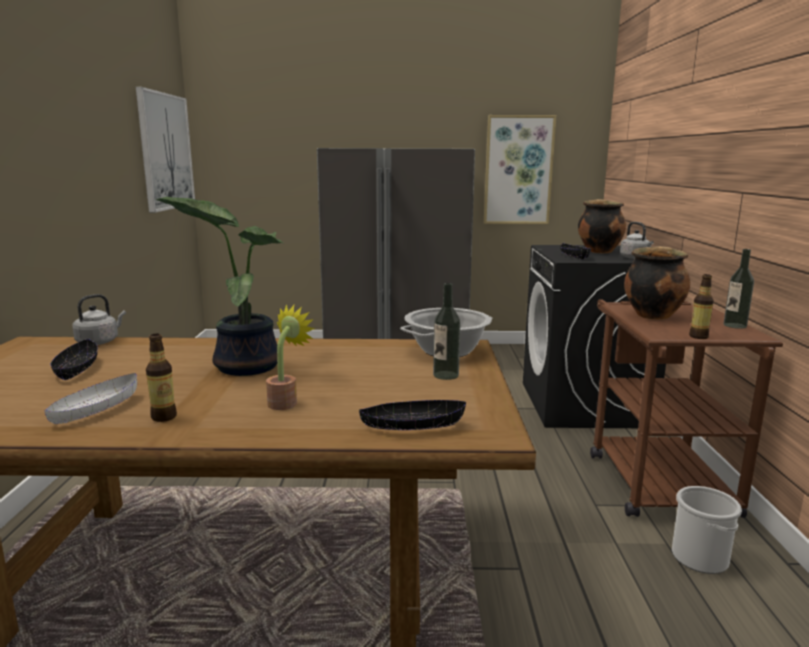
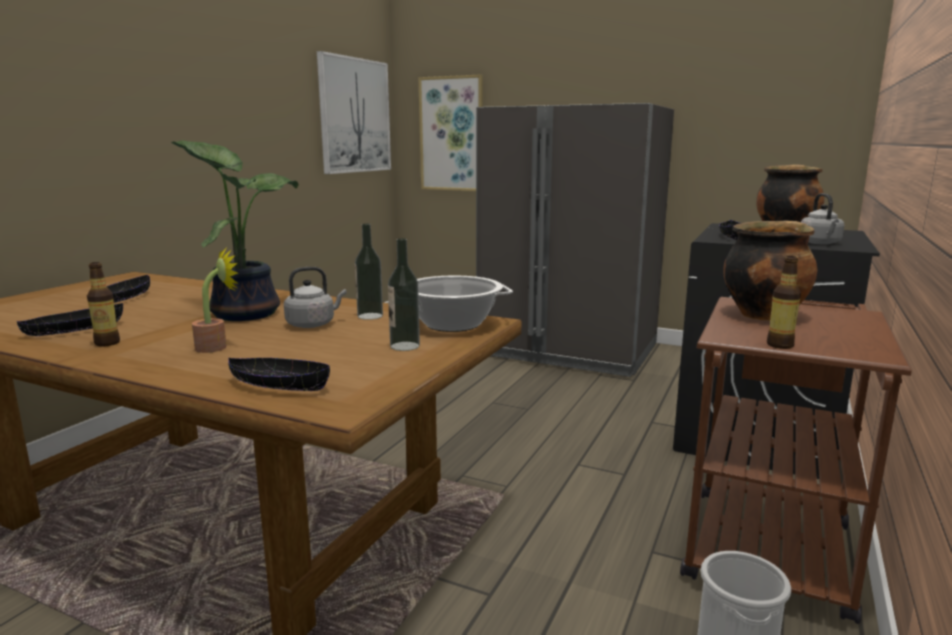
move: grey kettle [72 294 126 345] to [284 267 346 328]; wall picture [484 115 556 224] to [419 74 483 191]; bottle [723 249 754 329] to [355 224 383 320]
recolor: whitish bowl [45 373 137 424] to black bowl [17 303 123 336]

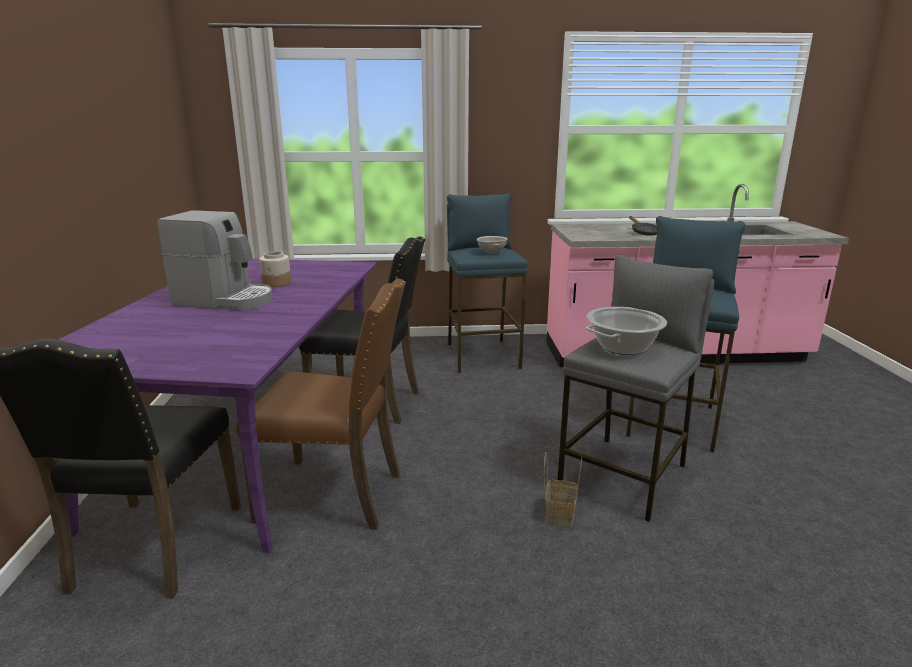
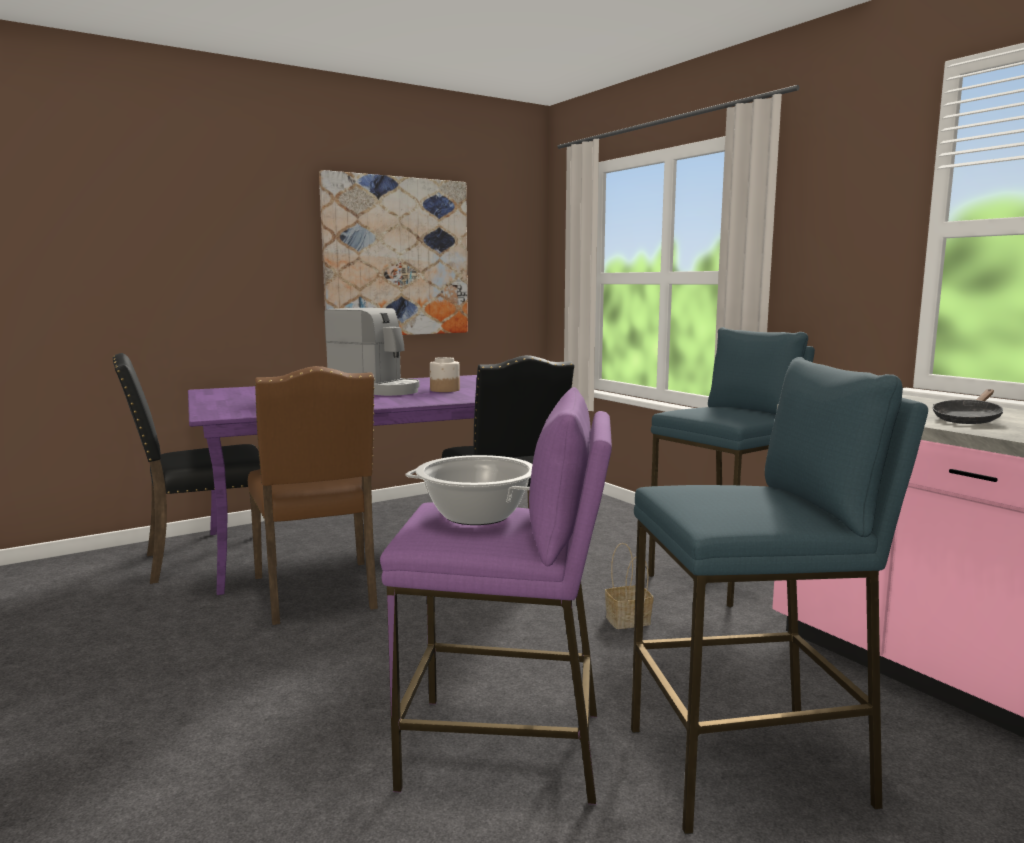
delete: grey bowl [477 236 508 254]
insert: wall picture [319 170 468 335]
move: household basket [544 452 582 527] to [605 543 653 629]
recolor: grey stool [558 255 714 522] to purple-coloured stool [380 387 612 805]
rotate: coffee machine [156 210 272 311] = [325 308 420 396] 45 degrees counterclockwise

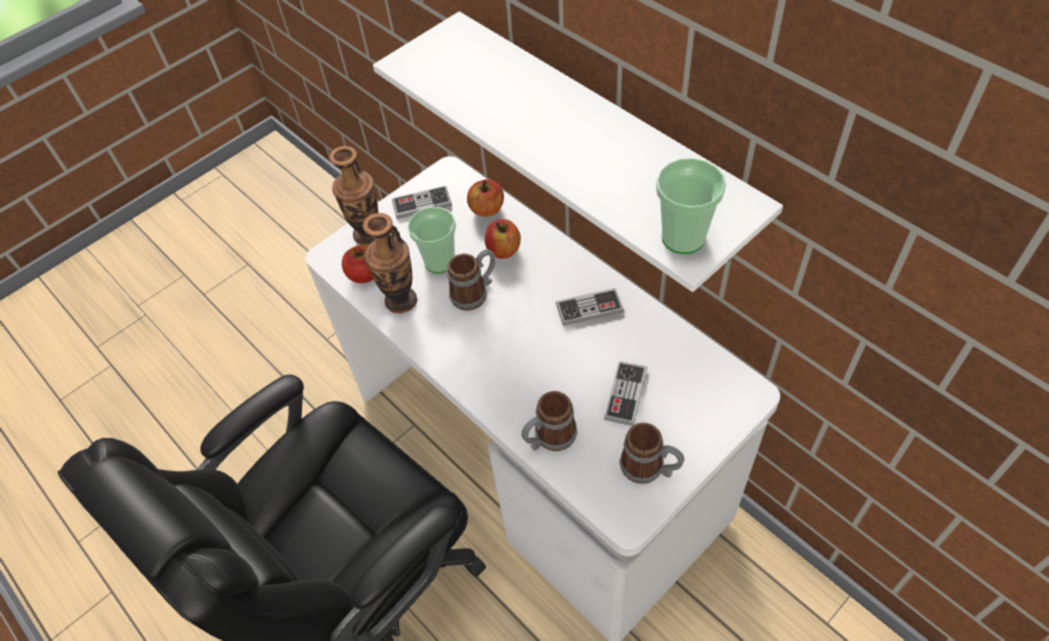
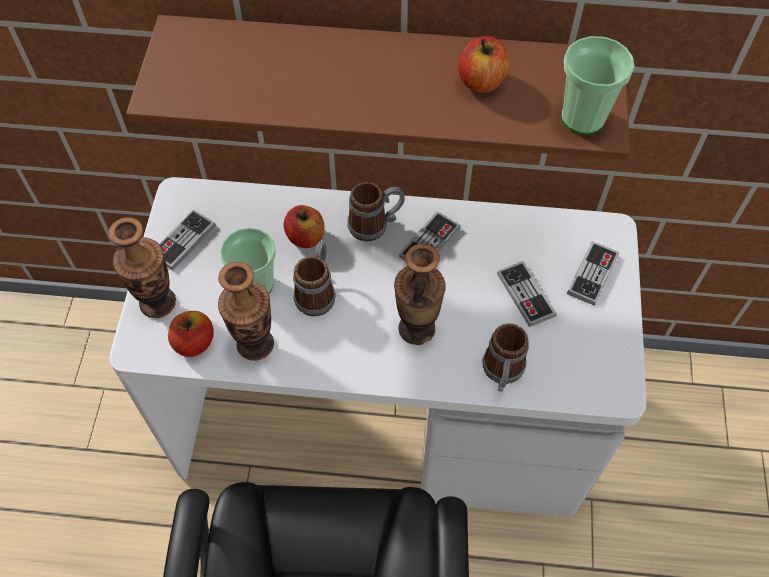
insert: flower vase [394 244 446 345]; game controller [567 241 619 305]
move: whole apple [467 179 504 217] to [459 36 509 93]; mug [619 423 684 484] to [348 182 405 241]
recolor: whitish wall shelf [373 11 783 292] to brownish wall shelf [126 15 630 160]

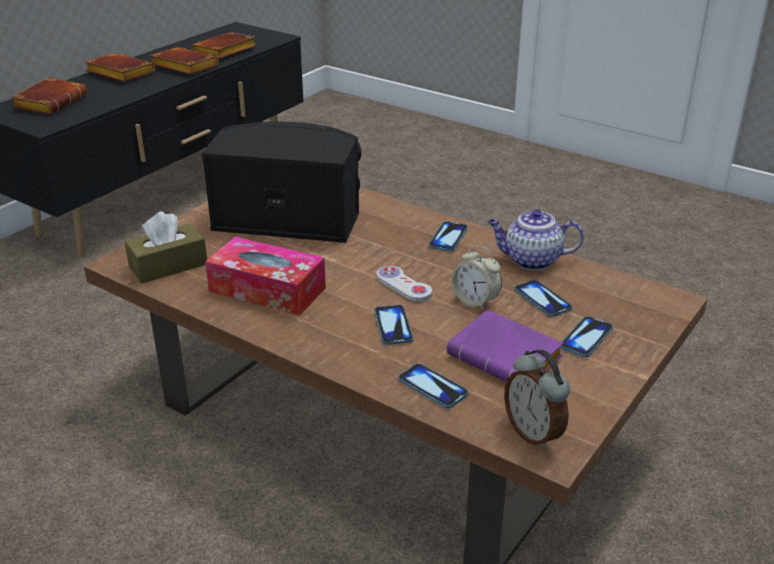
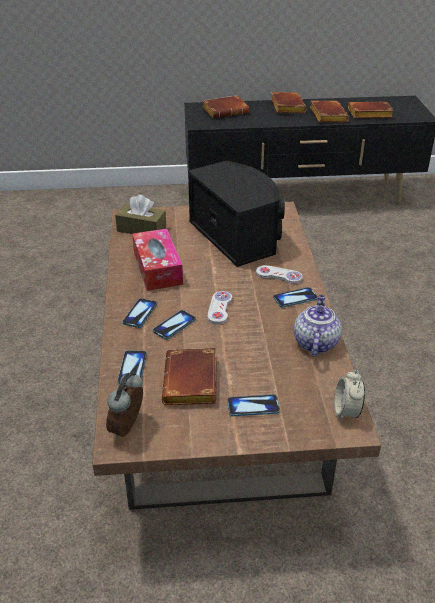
insert: whitish game controller [256 265 303 284]
move: table clock [451 246 502 311] to [334 370 365 421]; telephone [514 280 572 317] to [122 298 157 328]
recolor: purple-coloured volume [447 310 564 382] to brownish volume [162 348 217 405]
rotate: teapot [488 209 584 270] = [294 295 342 356] 45 degrees clockwise

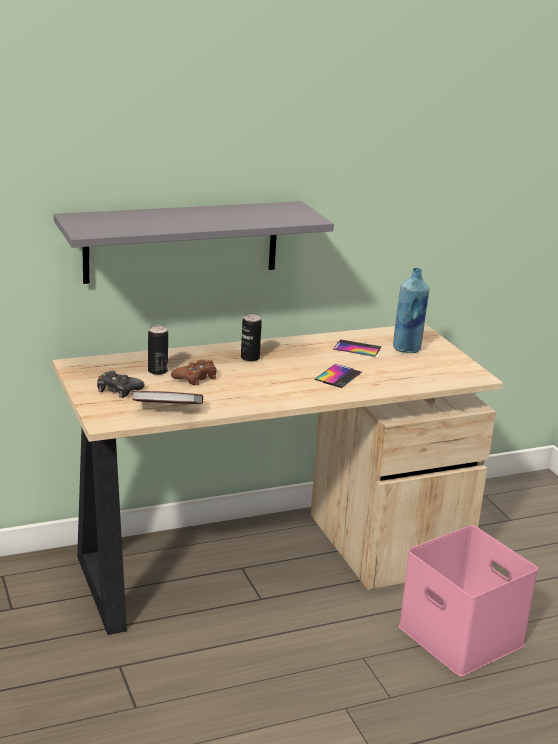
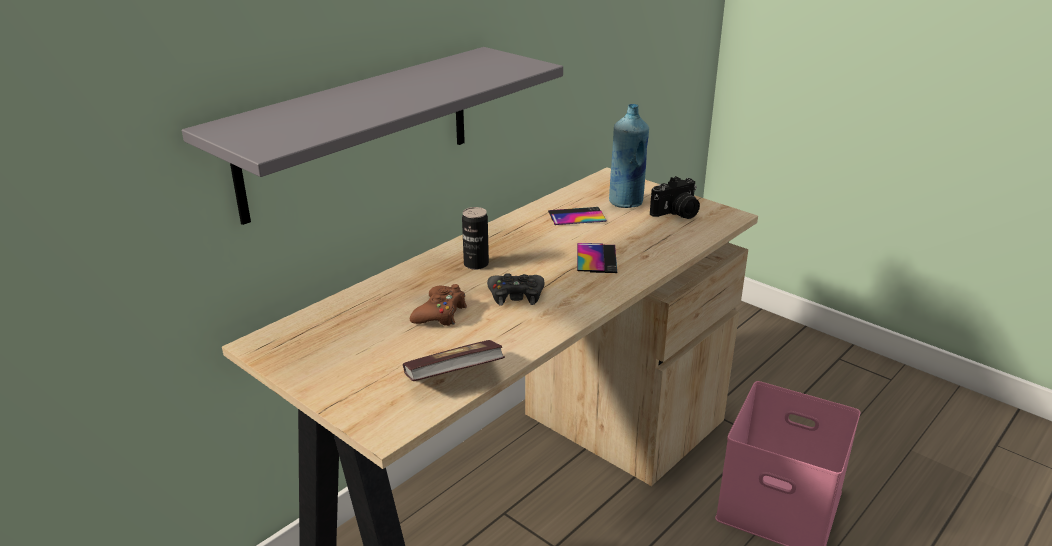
delete: can [148 326 168 375]
insert: photo camera [650 176 700 219]
move: black game controller [97 371 145 398] to [487 273 544 306]

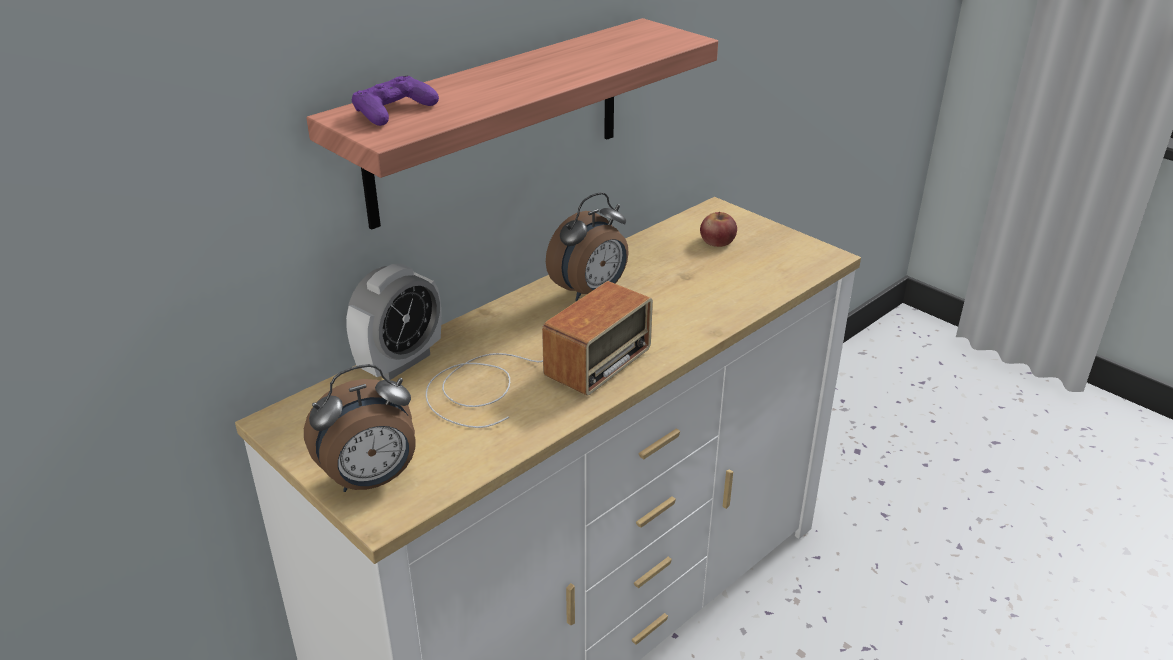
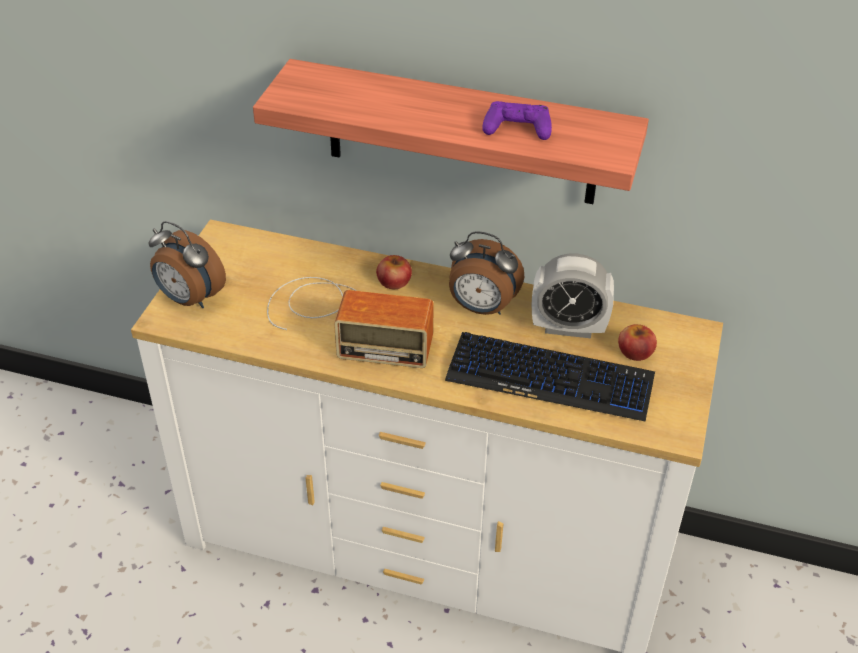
insert: whole apple [376 255 412 289]; computer keyboard [445 332 655 422]
move: table clock [346 264 441 380] to [532 254 614 338]; purple-coloured game controller [352 75 439 126] to [482 101 552 140]

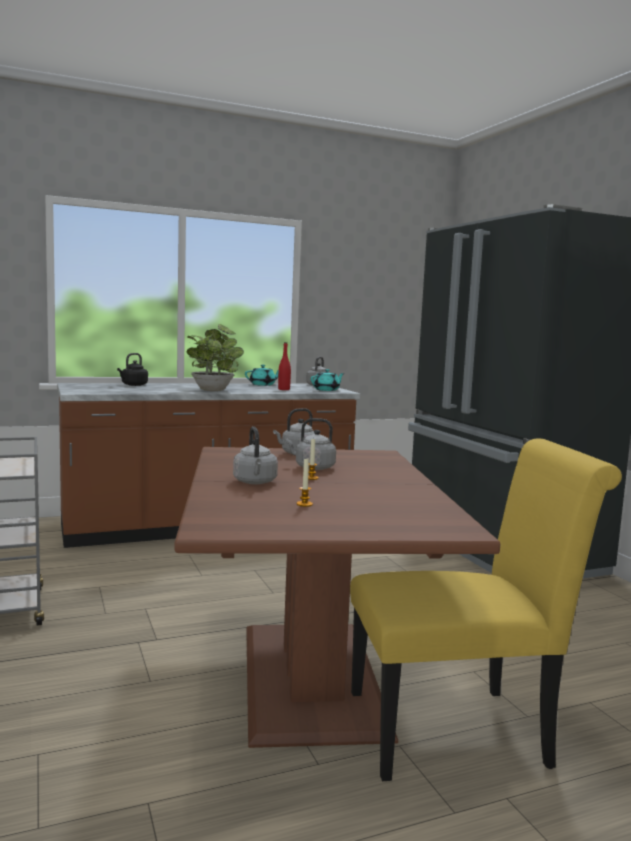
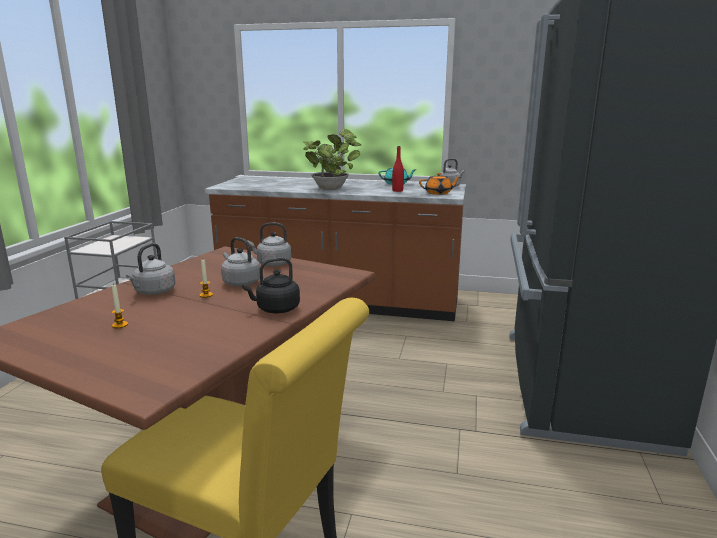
move: black kettle [117 353 148 386] to [242 257 300 313]
recolor: turquoise-coloured teapot [311 369 344 391] to orange teapot [419 173 460 195]

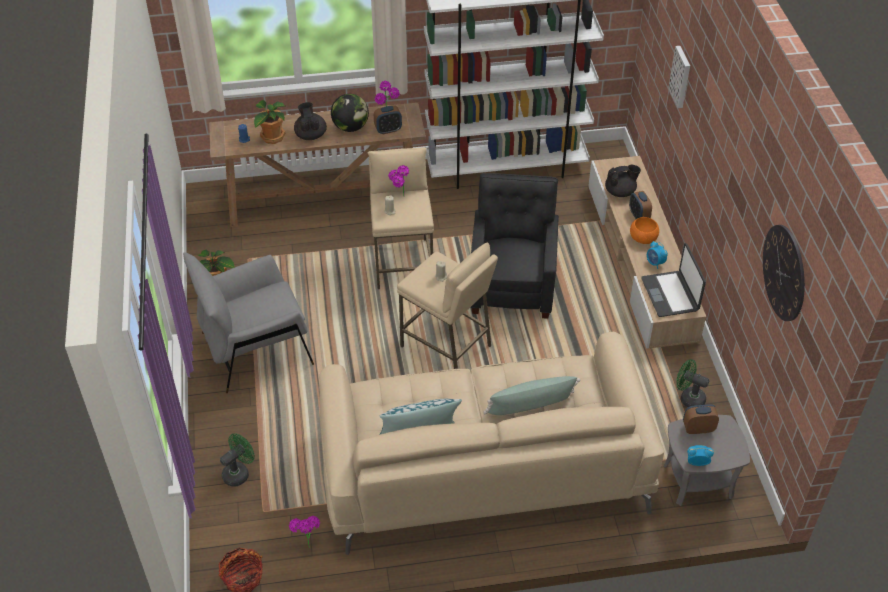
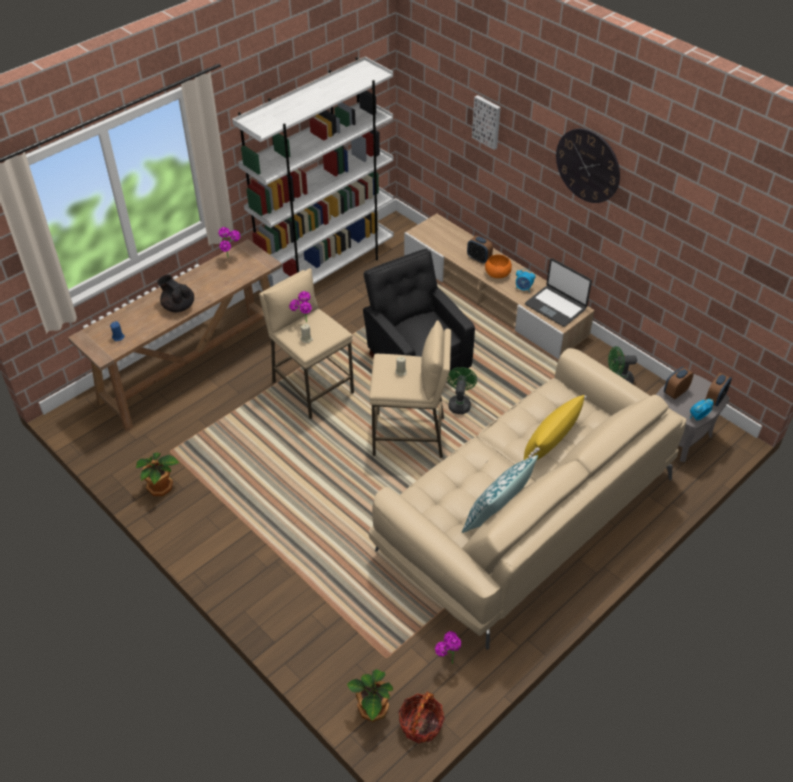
delete: grey armchair [183 252 314 393]; globe [331 94 369 132]; black teapot [605 165 641 197]
move: greenish electric fan [220 433 255 487] to [447 367 477 414]; potted plant [254 100 286 144] to [347 669 393 722]; table clock [374 105 402 134] to [705 373 732 406]; wall clock [763 225 805 321] to [556 128 620 203]
recolor: greenish pillow [484 376 581 415] to yellow pillow [524 395 587 460]

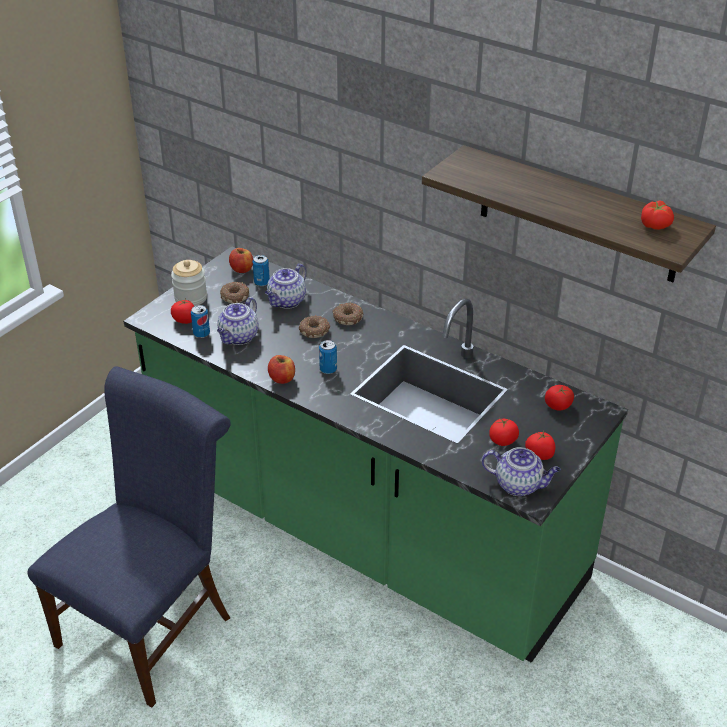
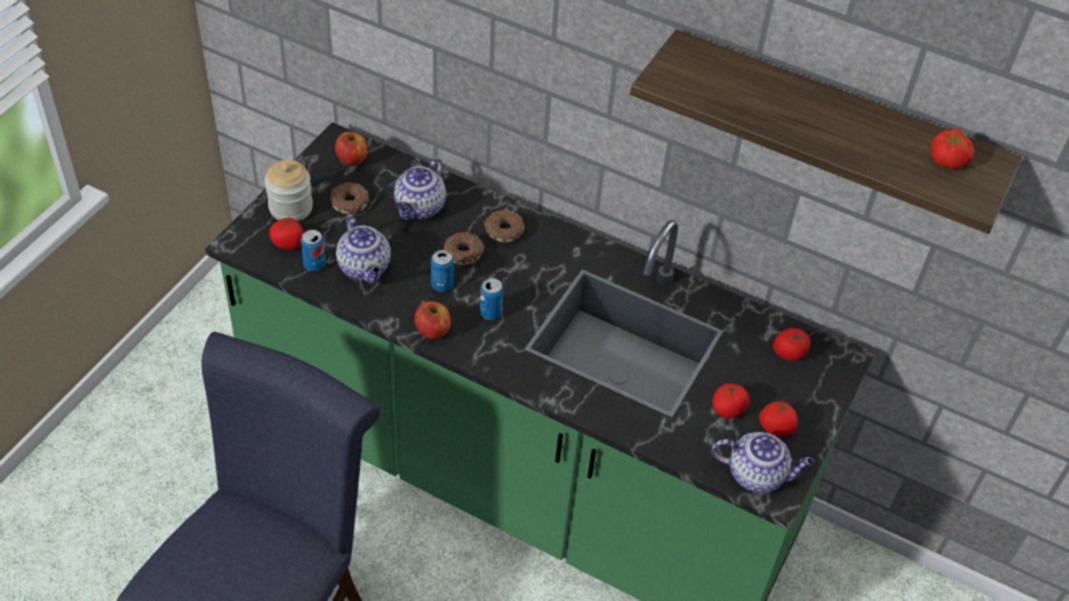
move: can [252 255 270 286] to [431 250 454 292]
rotate: teapot [217 297 259 345] = [336 214 391 283] 45 degrees counterclockwise

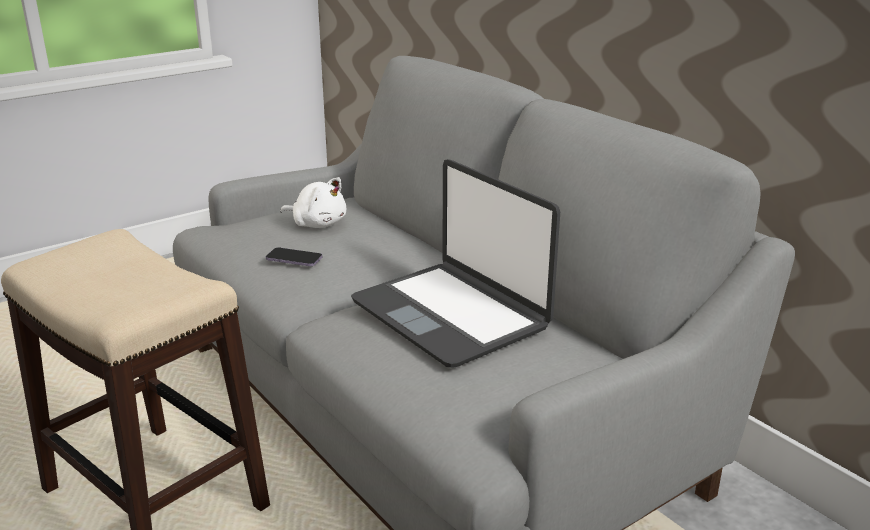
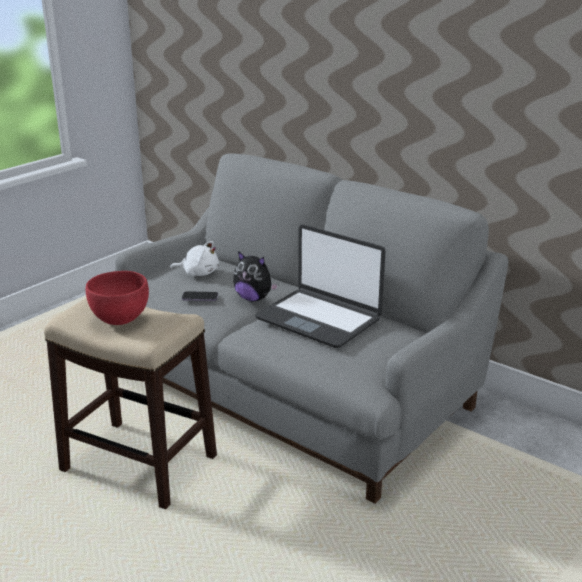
insert: red bowl [86 271 149 325]; soft toy [233 251 278 302]

